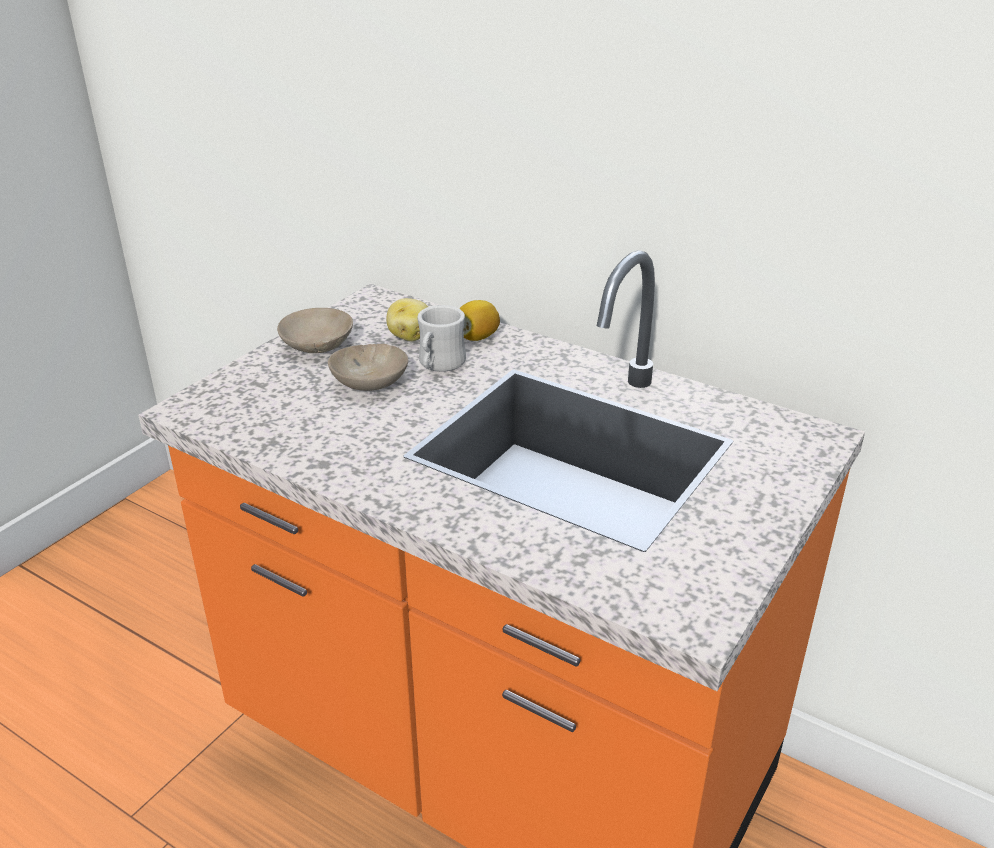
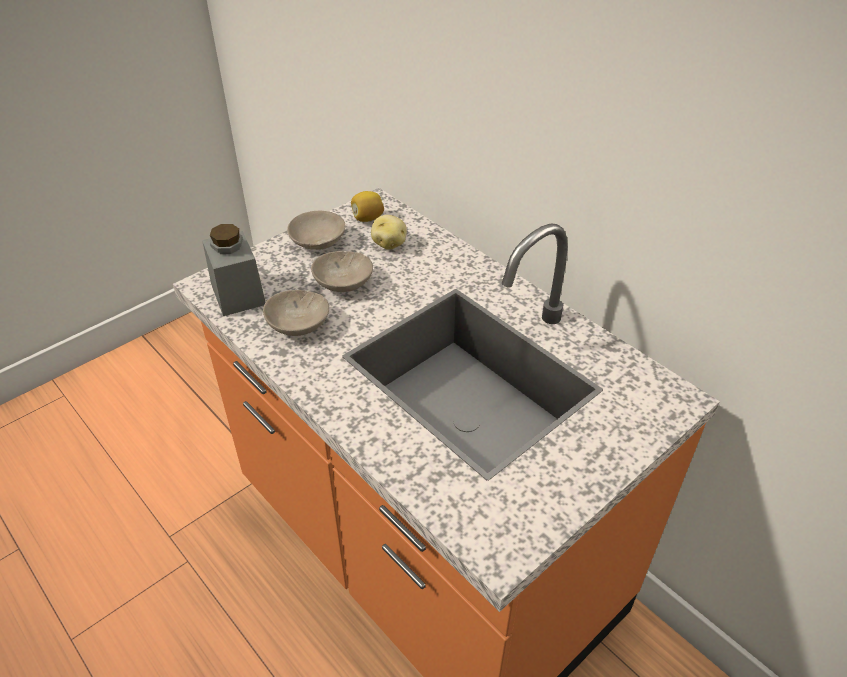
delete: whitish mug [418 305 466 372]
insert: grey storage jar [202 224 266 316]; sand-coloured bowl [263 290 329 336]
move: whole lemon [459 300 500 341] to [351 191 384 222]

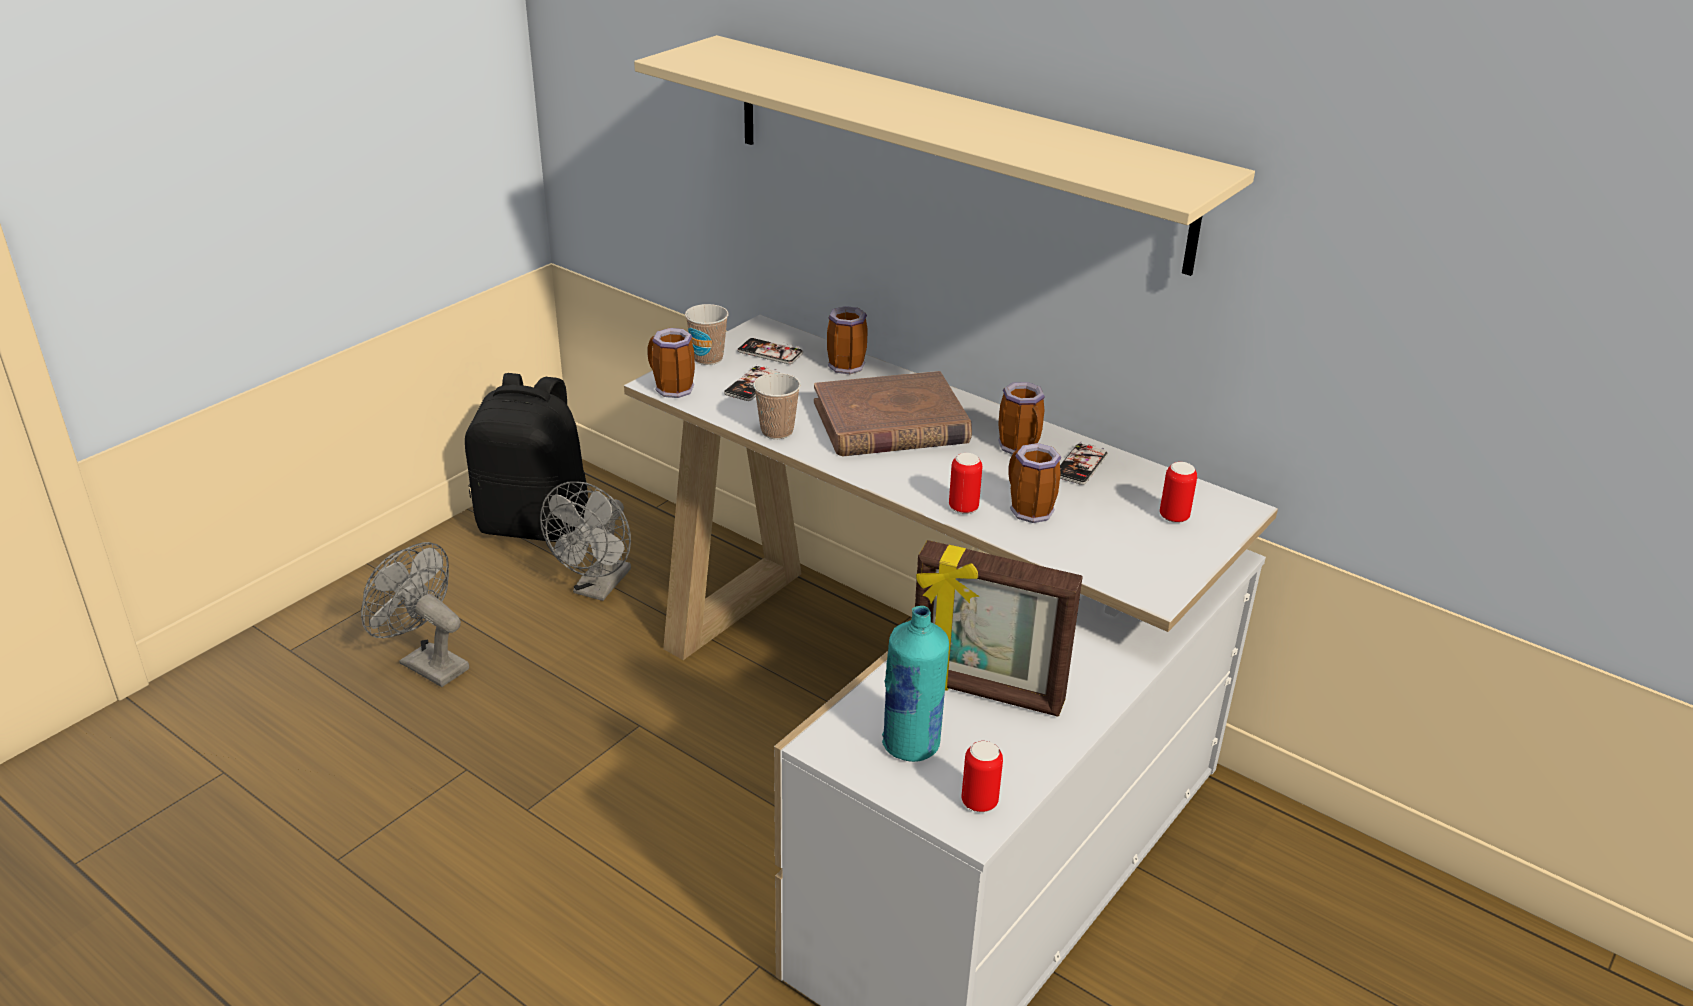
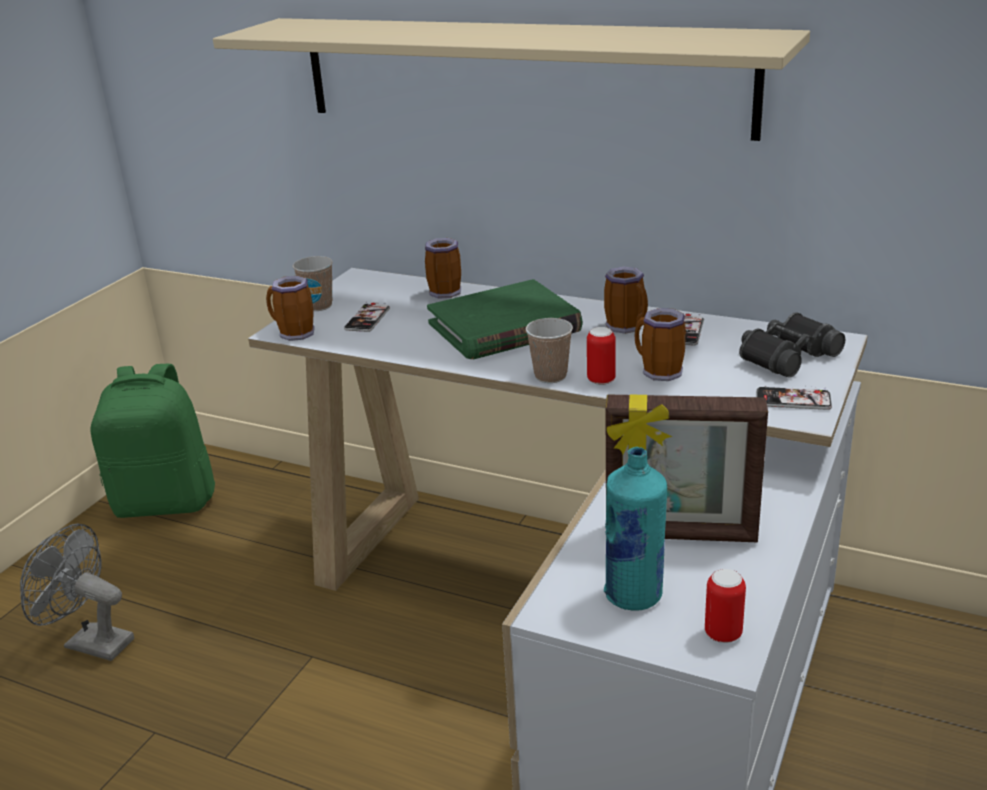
delete: grey electric fan [540 481 631 601]
move: telephone [737 337 803 364] to [756 386 832 410]; cup [753 373 801 439] to [526 318 573 383]
replace: can [1160 462 1197 523] to black binoculars [739 312 845 378]
recolor: black knapsack [465 373 588 542] to greenish knapsack [91 364 215 518]; brownish volume [814 371 972 457] to greenish volume [427 279 582 359]

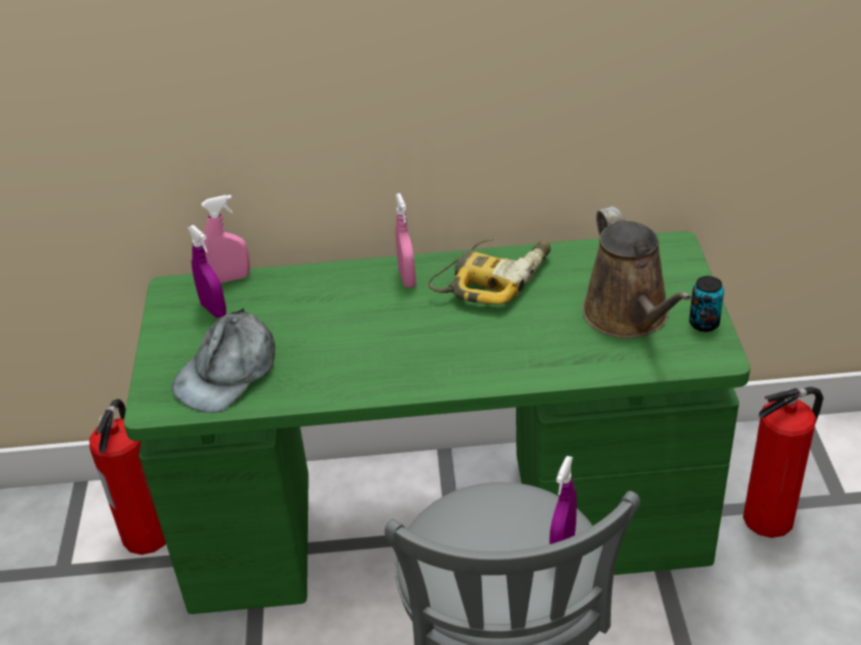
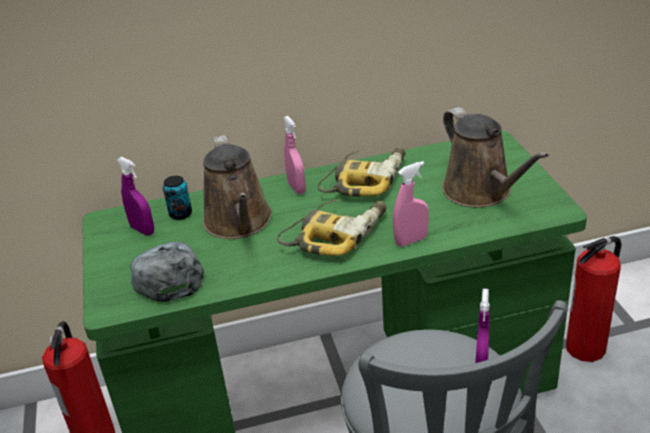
insert: brownish watering pot [203 135 272 239]; drill [277 199 386 256]
move: pinkish hand sprayer [201 195 250 283] to [393 161 429 247]; can [689 276 724 332] to [163 176 192 220]
rotate: grey peaked cap [172 309 275 413] = [130 242 204 302] 135 degrees clockwise

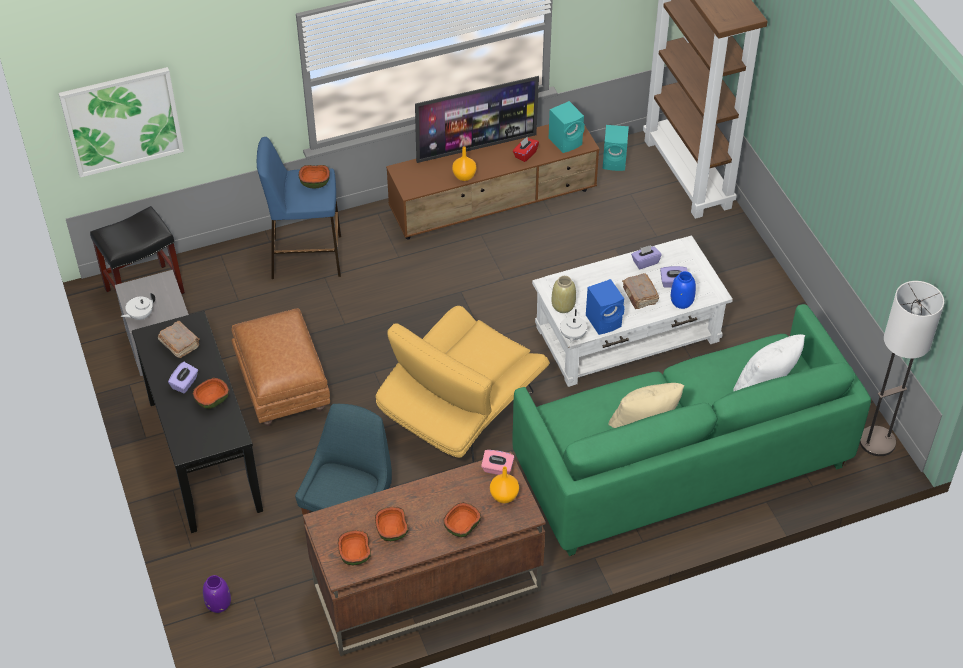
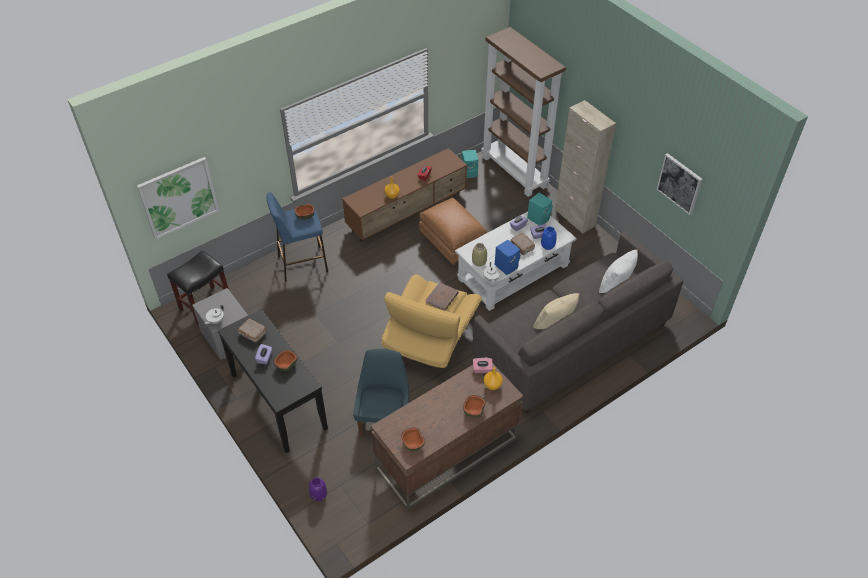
delete: bowl [375 507 408 541]; TV set [415 76 539 163]; standing lamp [860 281 944 456]
insert: brownish volume [426 282 459 311]; sand-coloured cupboard [555 100 616 234]; wall picture [656 153 703 215]
move: brownish ottoman [232 308 330 426] to [419 198 487 266]; turquoise-coloured loudspeaker [549 101 585 153] to [527 193 553 225]
recolor: greenish couch [512 304 871 556] to grey couch [472 232 683 414]

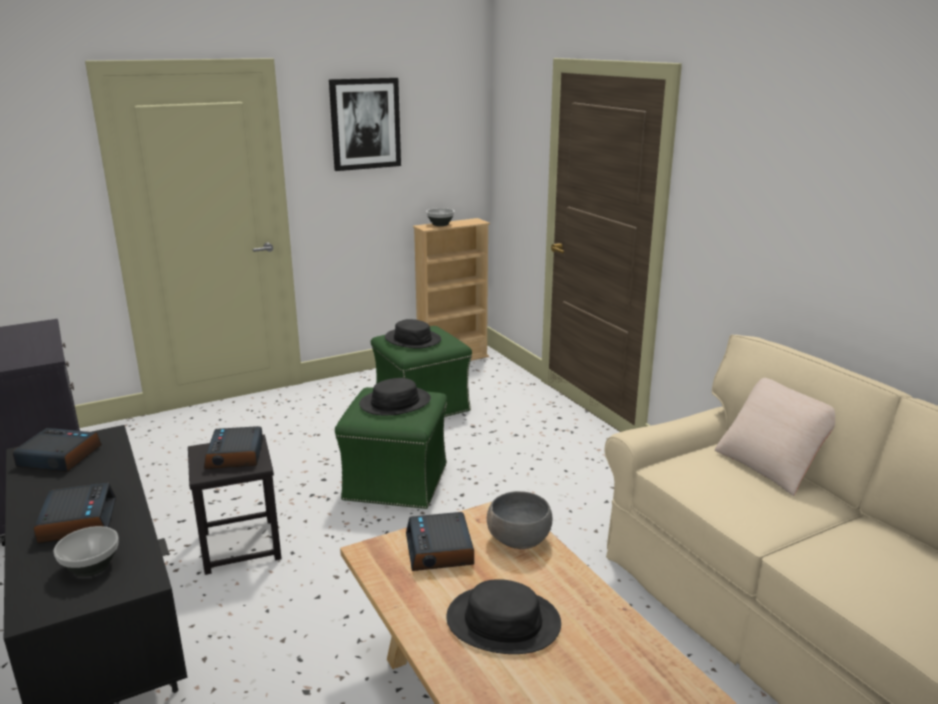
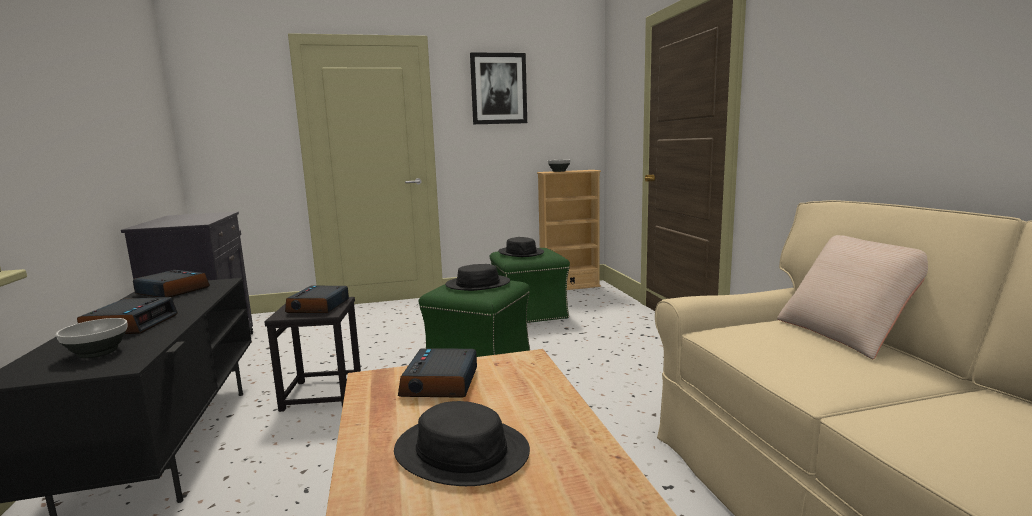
delete: grey bowl [487 491 552 549]

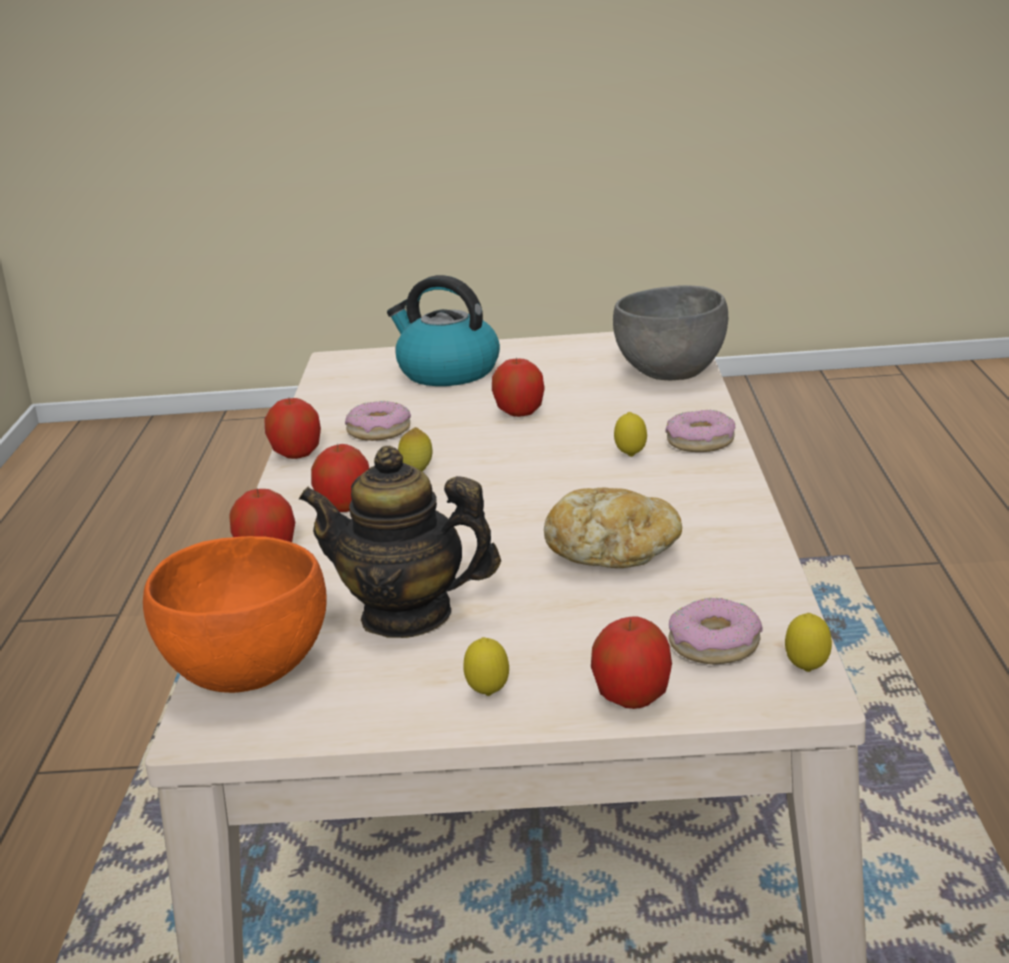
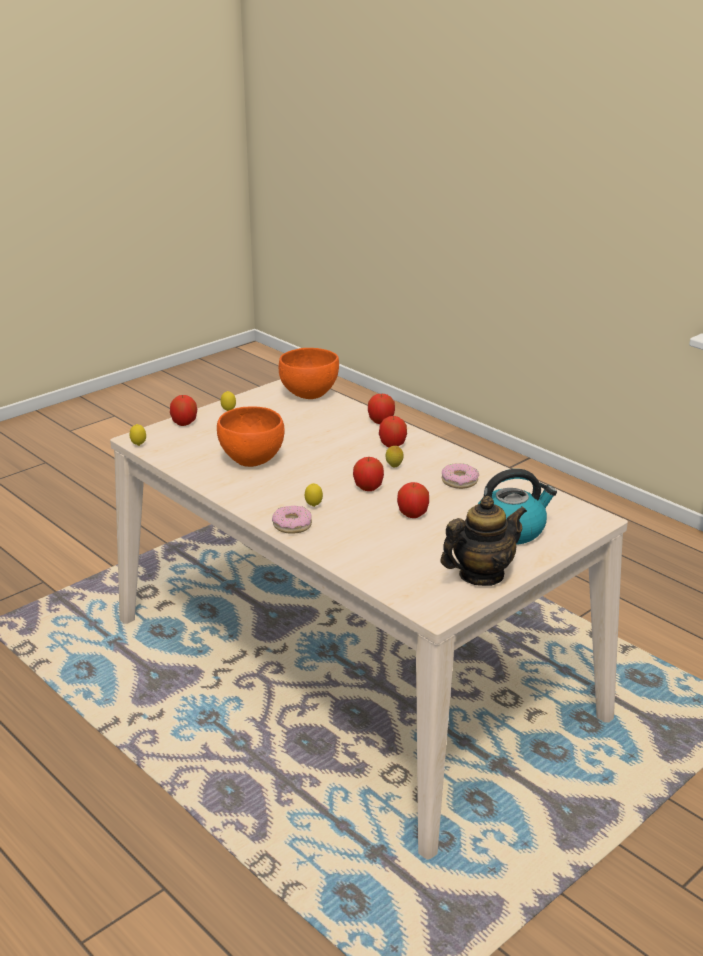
delete: grey bowl [613 285 728 380]; donut [668 598 763 664]
move: whole apple [264 398 321 459] to [353 457 384 491]; teapot [299 446 501 638] to [441 496 527 586]
replace: bread [544 488 682 568] to orange bowl [217 406 285 467]

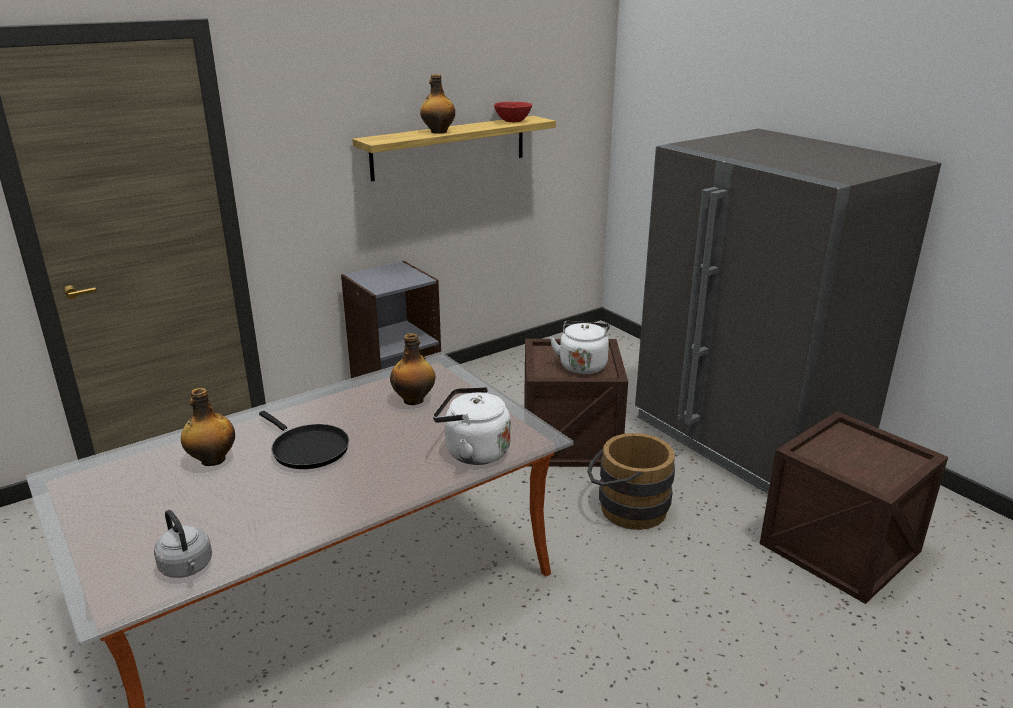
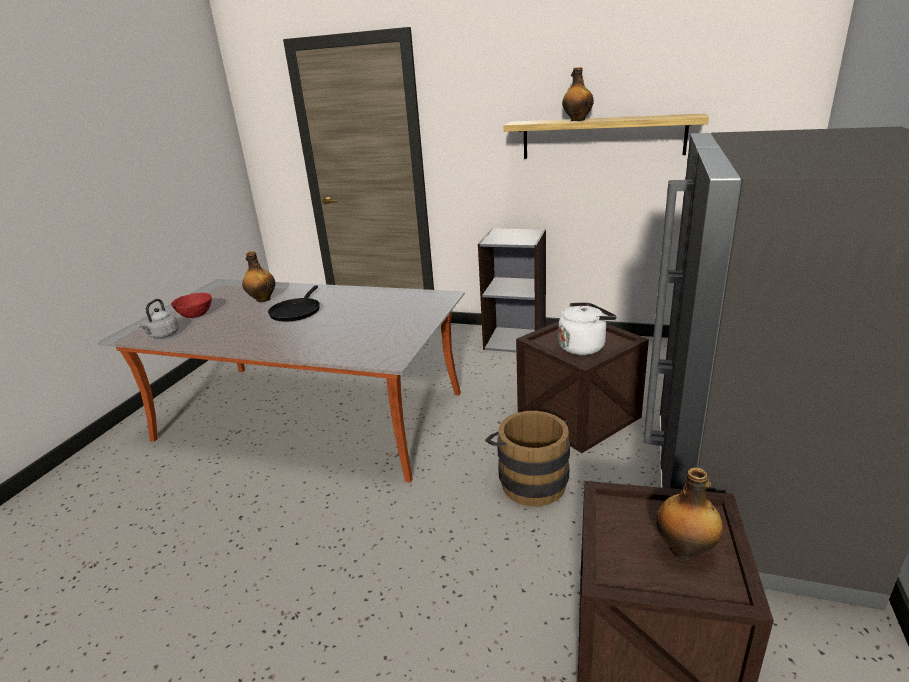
delete: whitish kettle [433 387 511 465]
move: bottle [390 333 436 405] to [656 467 723 559]; red bowl [494 101 532 122] to [171 293 212 318]

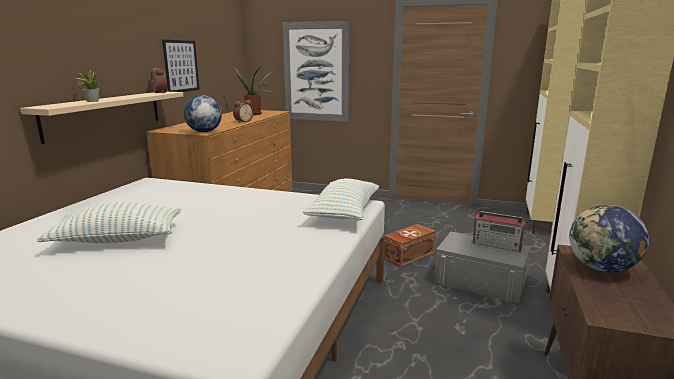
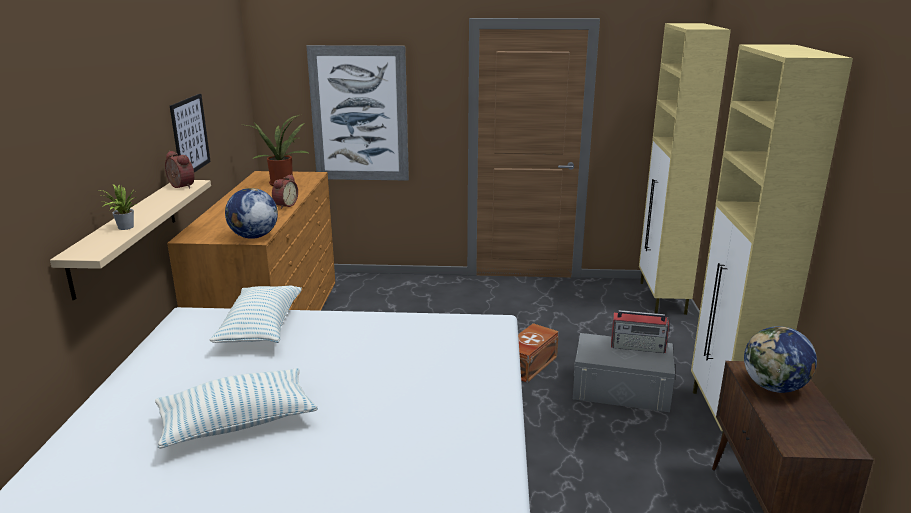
move: pillow [303 178 379 220] to [210 286 302 343]

